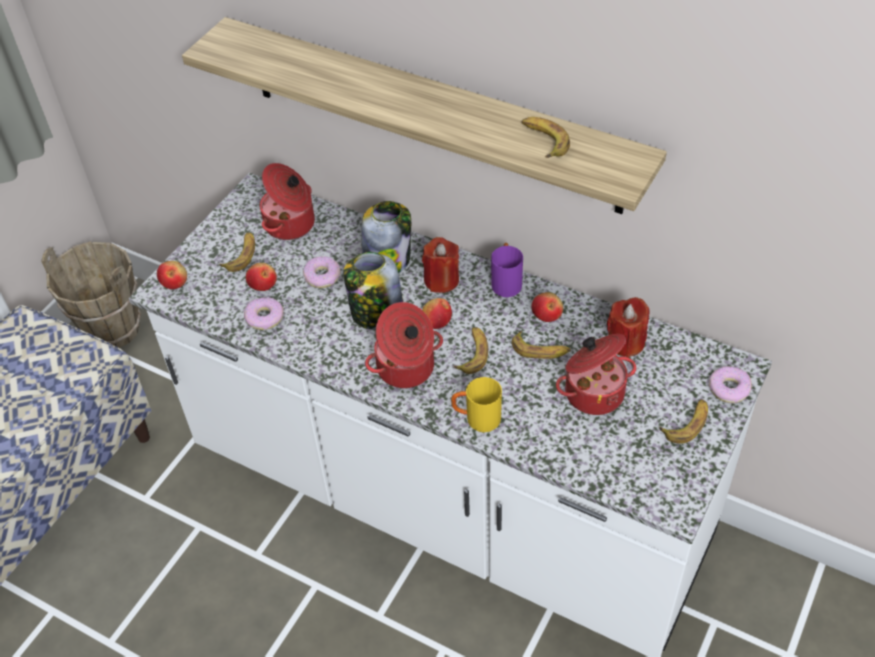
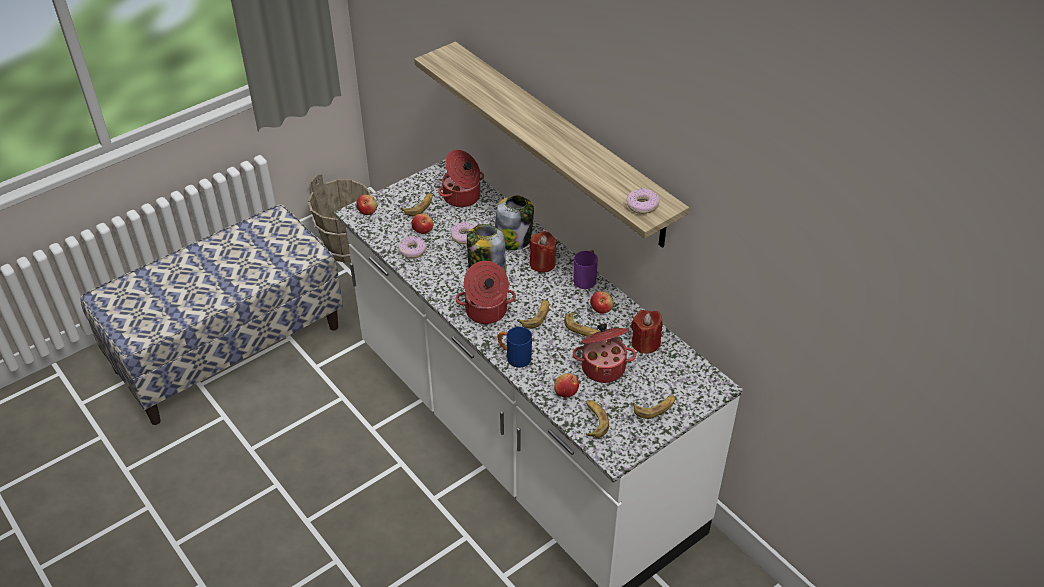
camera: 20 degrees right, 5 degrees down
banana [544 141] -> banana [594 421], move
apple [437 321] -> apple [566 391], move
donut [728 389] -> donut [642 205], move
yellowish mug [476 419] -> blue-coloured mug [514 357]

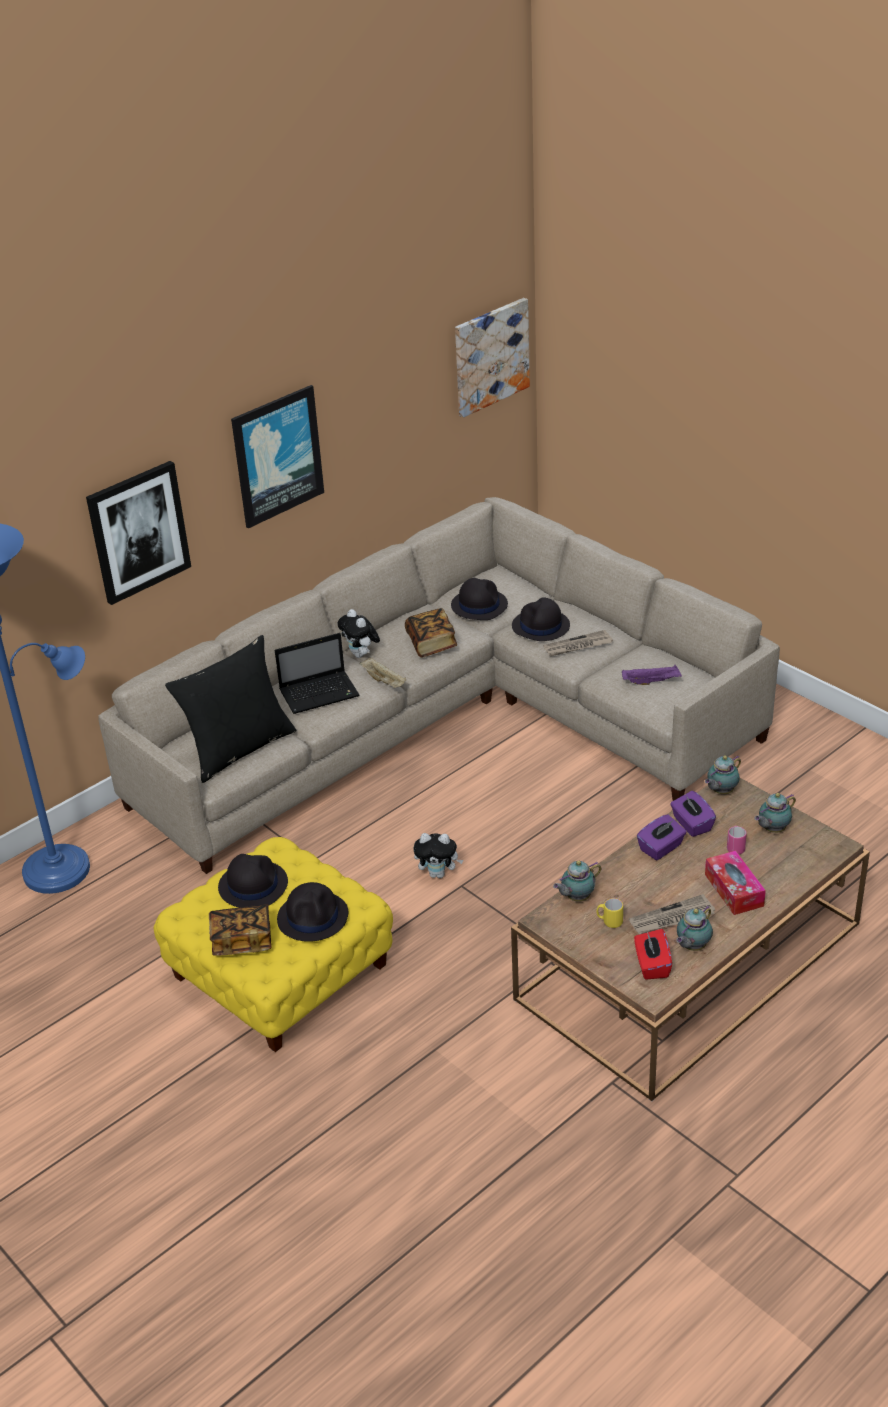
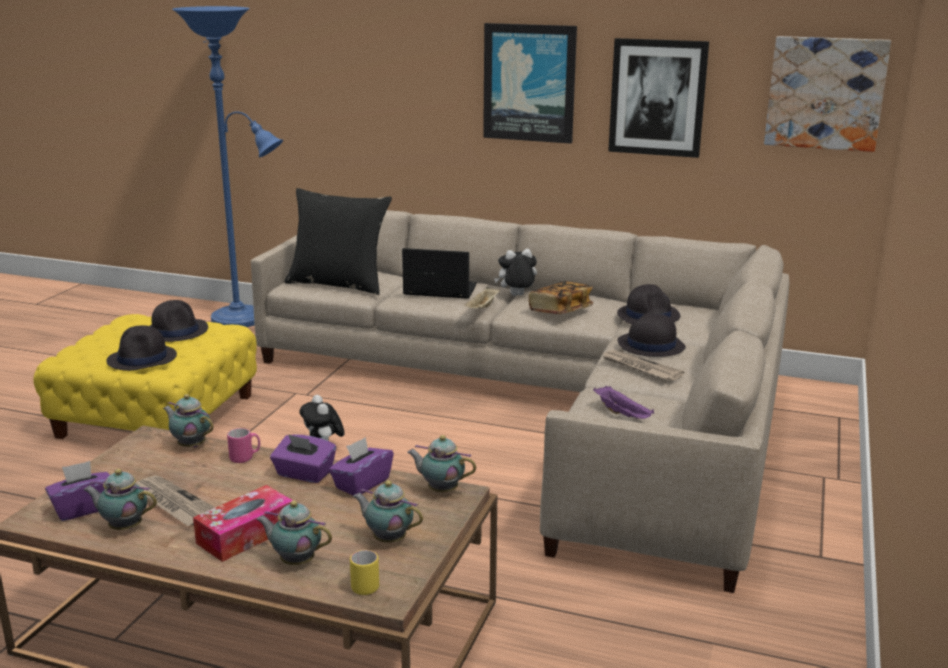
camera: 60 degrees right, 15 degrees down
wall picture [138 532] -> wall picture [657 97], move
soft toy [361 655] -> soft toy [516 296], 45 degrees clockwise
notebook computer [320 693] -> notebook computer [438 290], 150 degrees clockwise
pink mug [735 847] -> pink mug [245 458], move
yellowish mug [609 921] -> yellowish mug [364 585], move
volume [242 941] -> none
red tissue holder [652 965] -> purple-coloured tissue holder [83 508]
none -> tea pot [295 561]

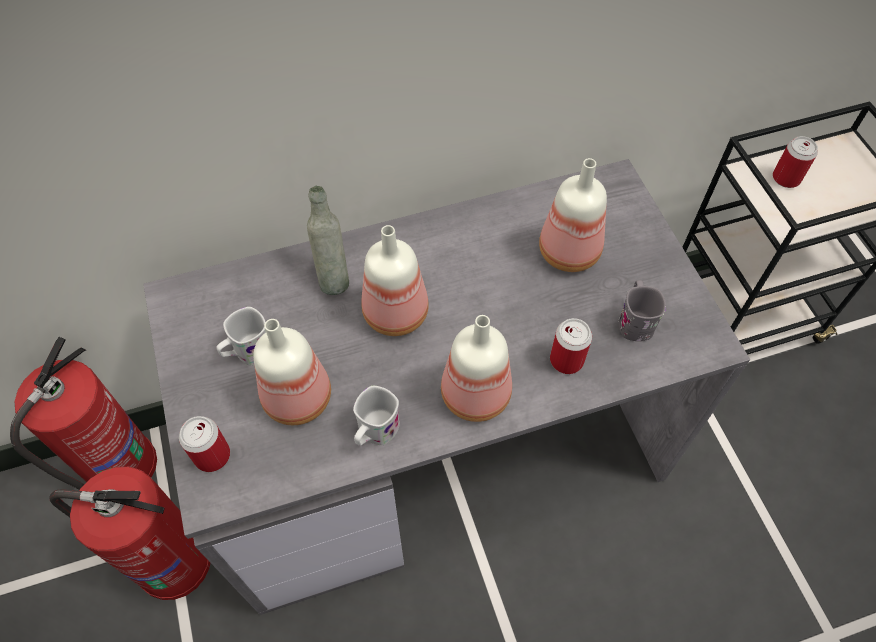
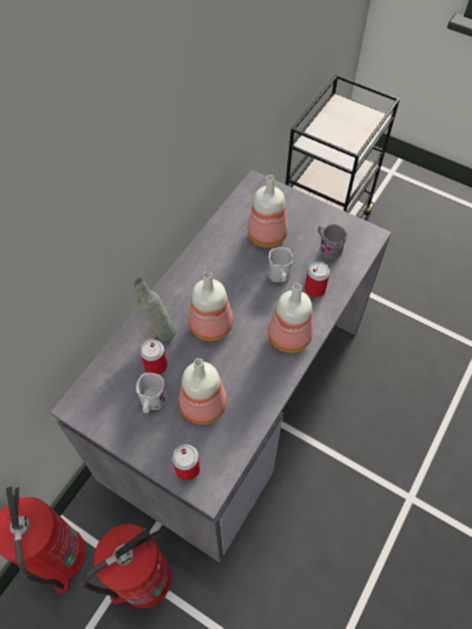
camera: 40 degrees left, 0 degrees up
can [786 178] -> can [156 365], move
white-coloured mug [375 432] -> white-coloured mug [279 277], move

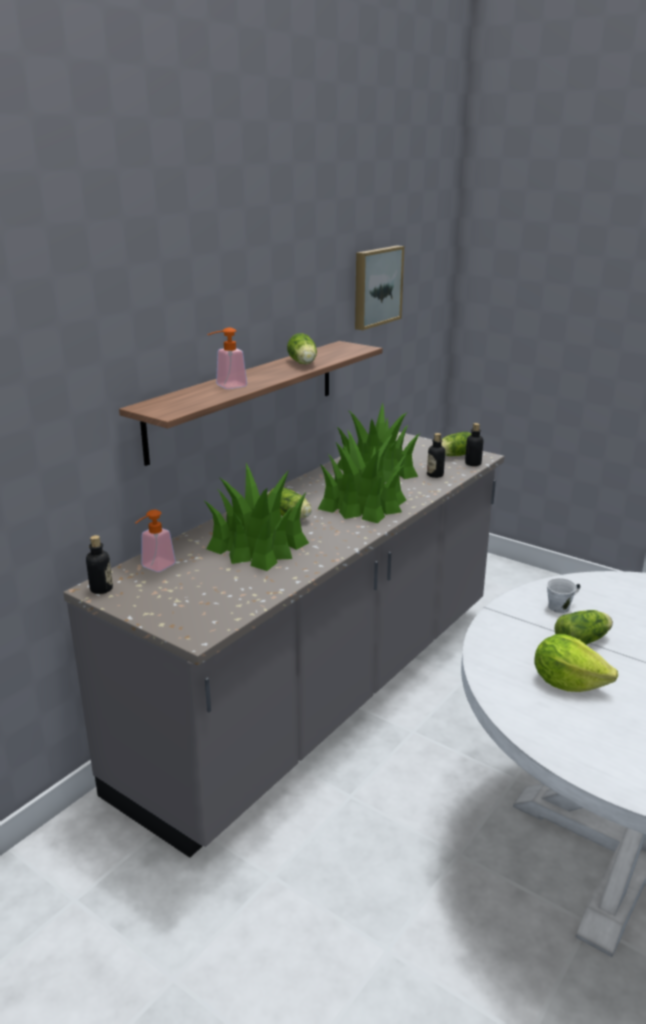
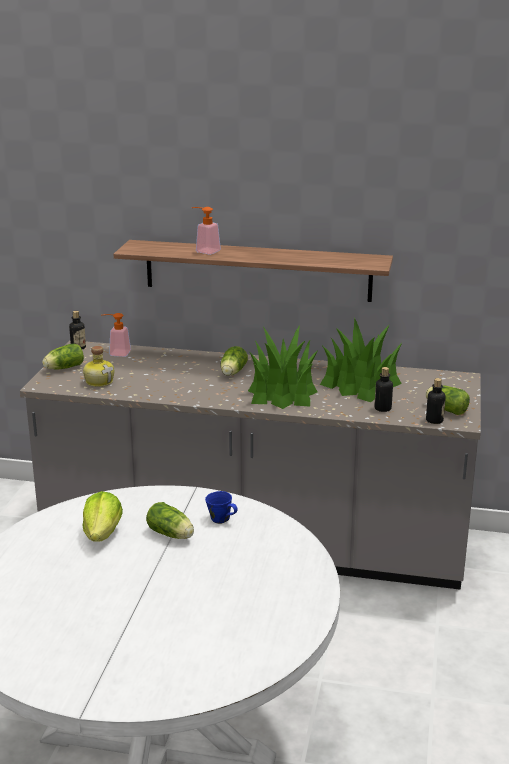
camera: 65 degrees right, 0 degrees up
wall picture [376 286] -> none
head of lettuce [303 363] -> head of lettuce [63 368], move
plant in a pot [257 546] -> none
white-coloured mug [560 607] -> blue-coloured mug [221 519]
none -> bottle [99 381]

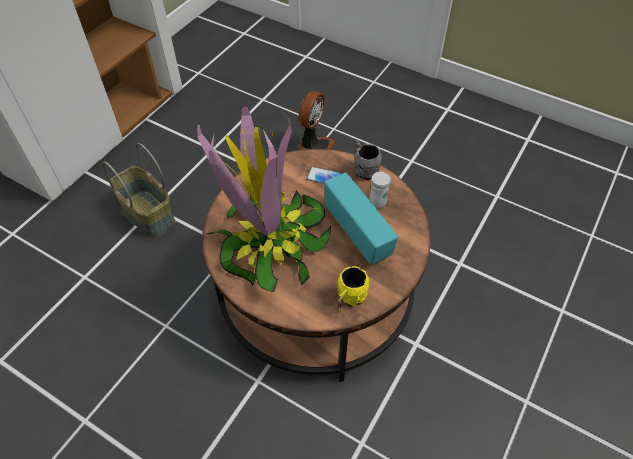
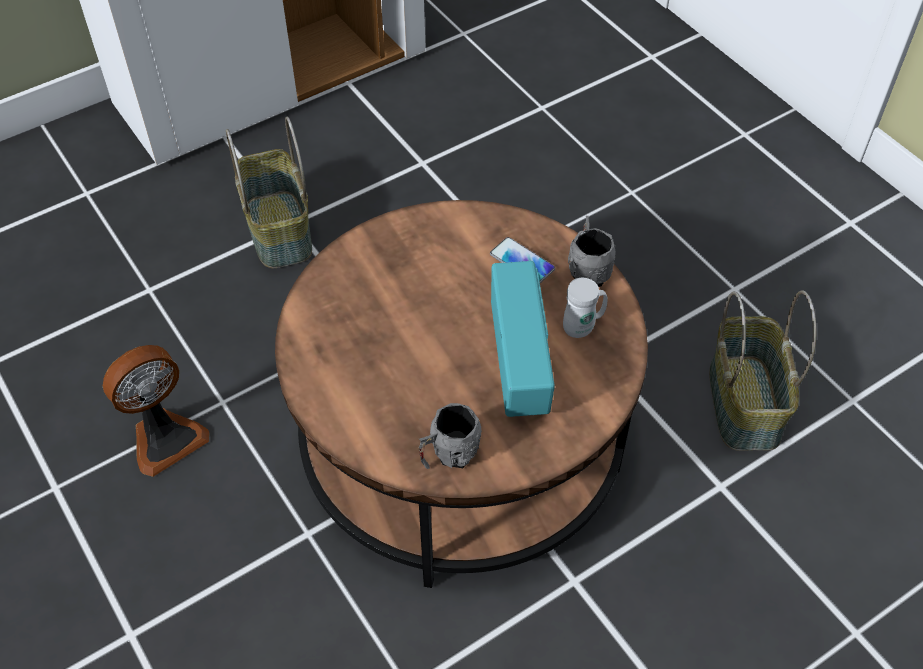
camera: 25 degrees right, 0 degrees up
electric fan [314 147] -> electric fan [165 438], move
plant in a pot [269 242] -> none
yellowish mug [349 299] -> grey mug [448 455]
none -> storage basket [745 404]

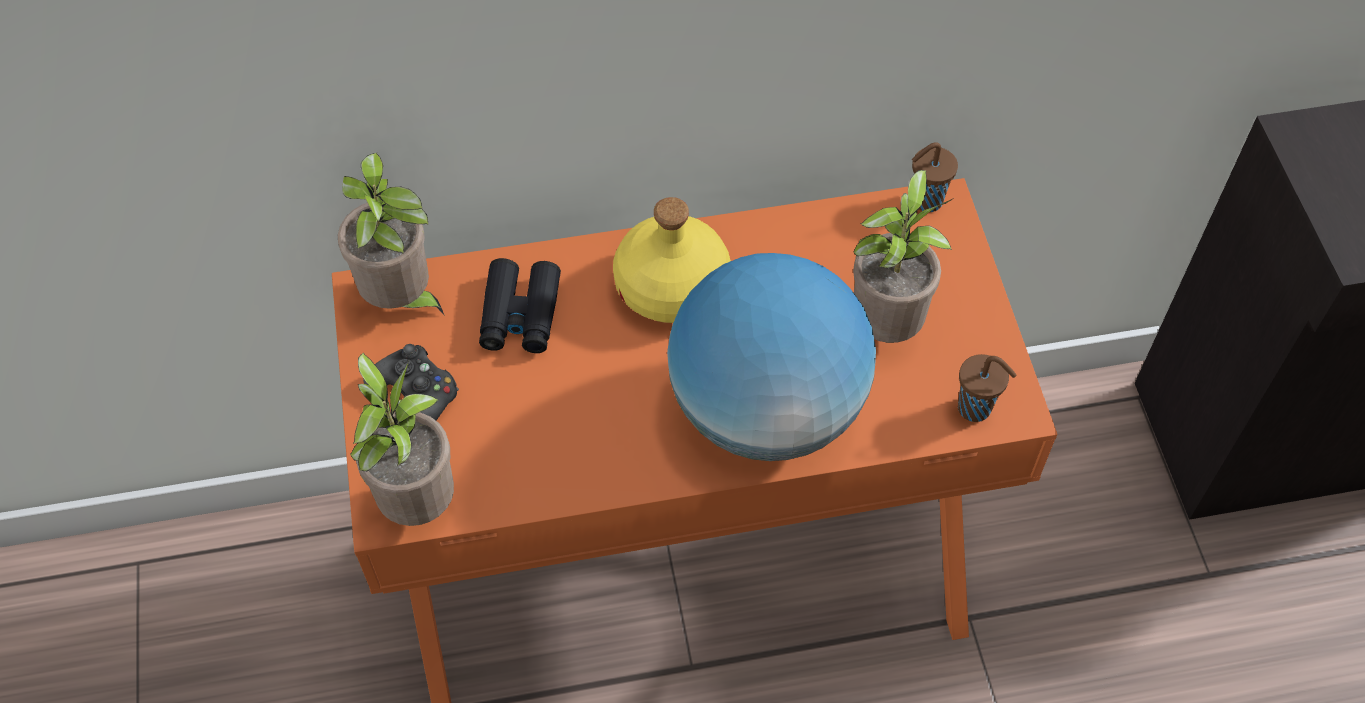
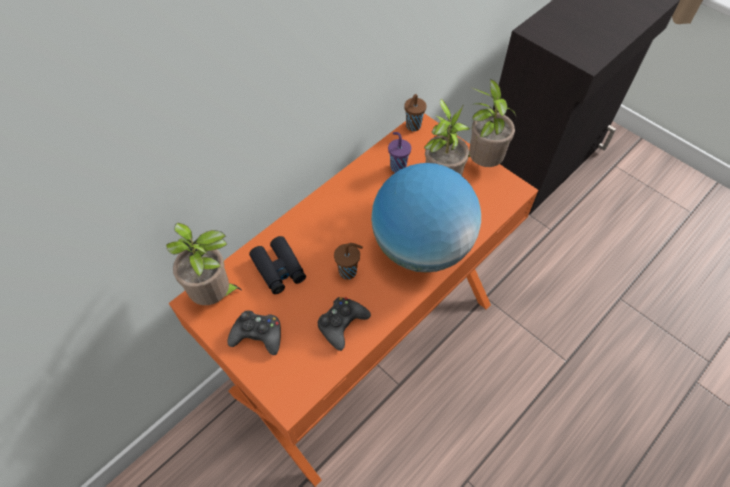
camera: 35 degrees left, 0 degrees up
yellowish bottle [670 287] -> none
plant in a pot [417 501] -> plant in a pot [481 162], move
brownish drinking cup [976 409] -> brownish drinking cup [349 272], move
none -> purple-coloured drinking cup [397 166]
none -> black-coloured gamepad [342 324]

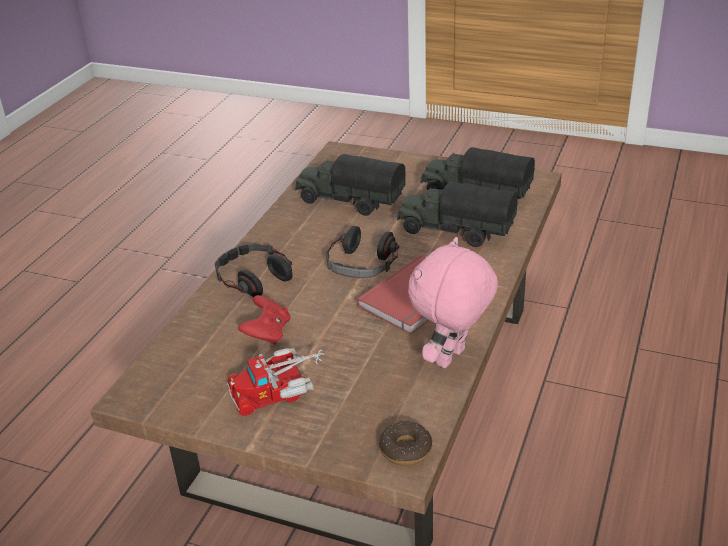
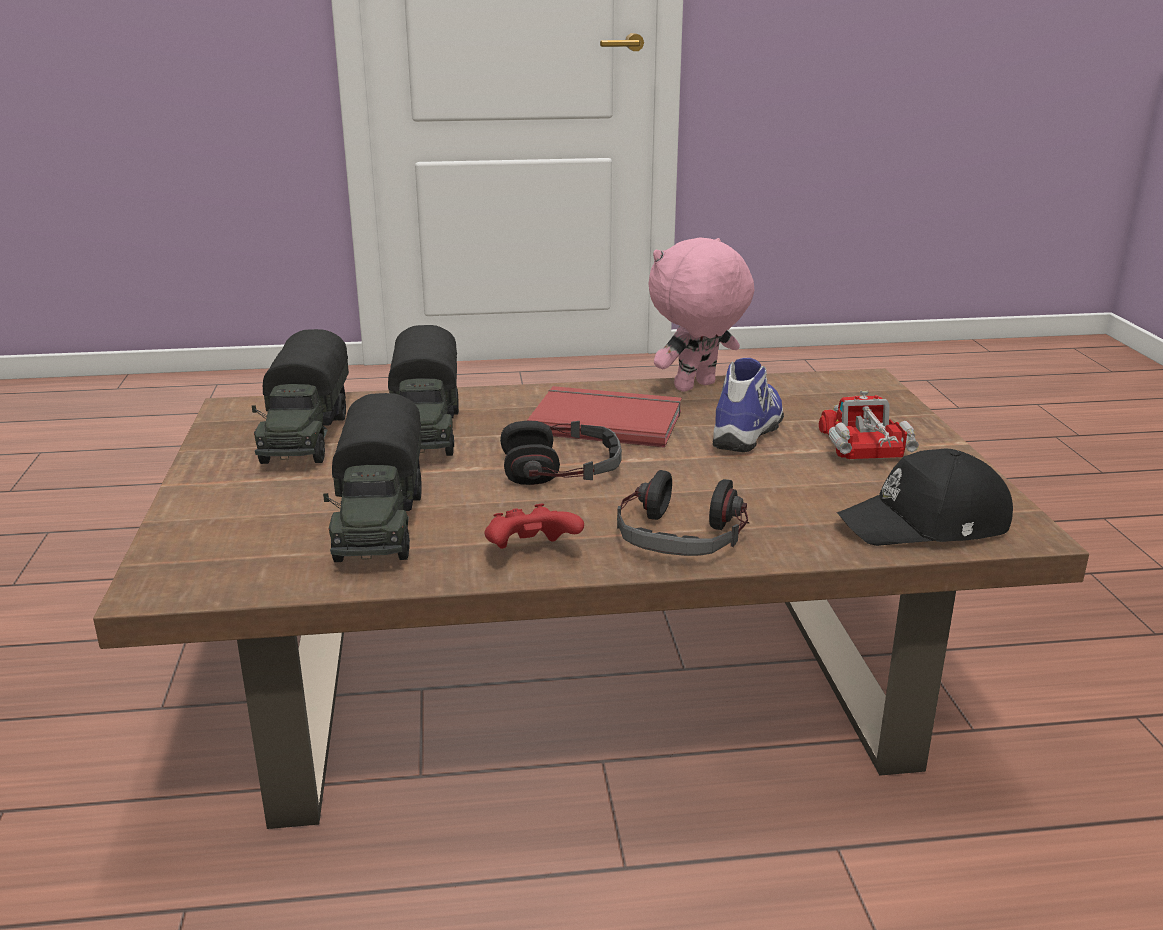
camera: 120 degrees left, 10 degrees down
pink soft toy [452 359] -> pink soft toy [696 387], 135 degrees clockwise
red gamepad [267 333] -> red gamepad [531 553], move
toy truck [279 389] -> toy truck [865 451], 135 degrees counterclockwise
donut [406 449] -> none
none -> shoe [749 431]
none -> black-coloured peaked cap [927 525]

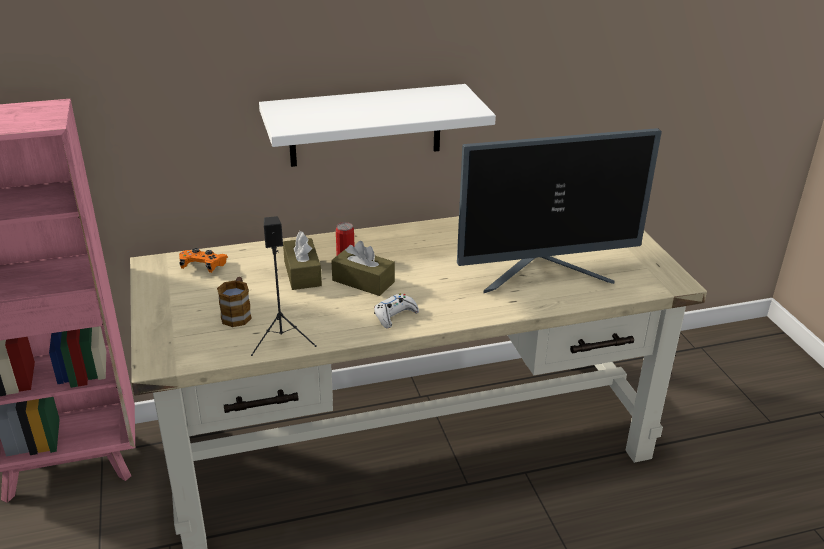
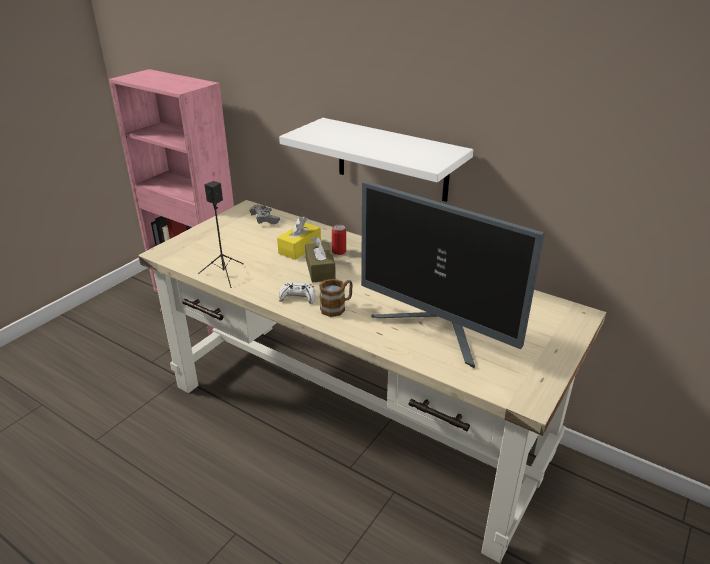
camera: 50 degrees right, 0 degrees up
brownish tissue holder [302 273] -> yellowish tissue holder [300 248]
orangey gamepad [203 266] -> grey gamepad [264 220]
mug [237 313] -> mug [337 307], move

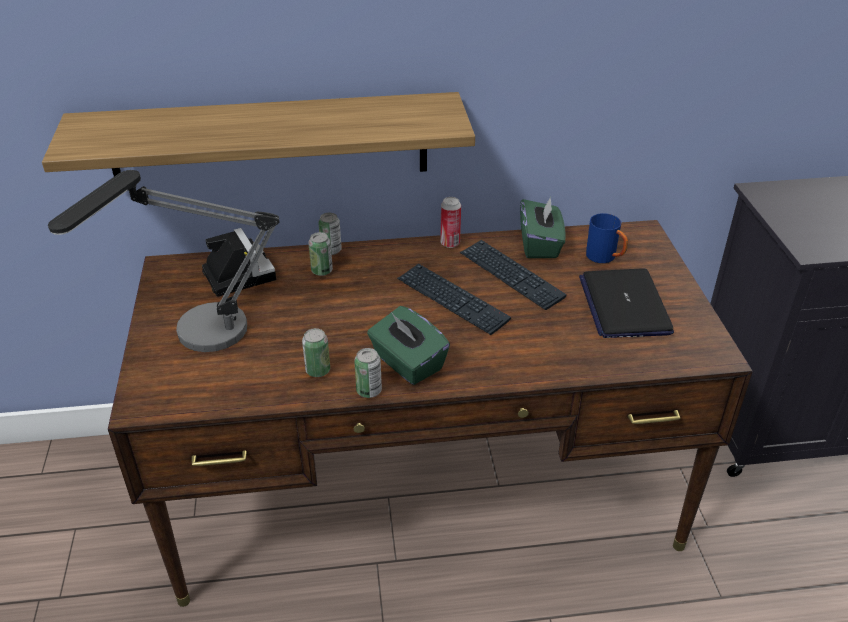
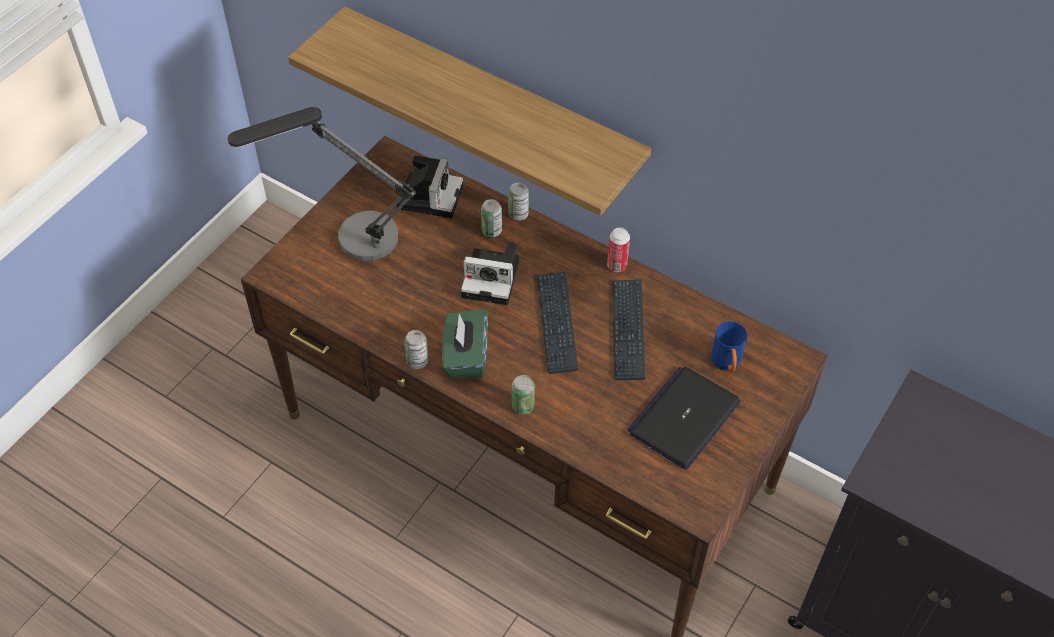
camera: 40 degrees right, 15 degrees up
greenish tissue holder [540 244] -> none
can [318 370] -> can [523 406], move
none -> photo camera [493 278]

